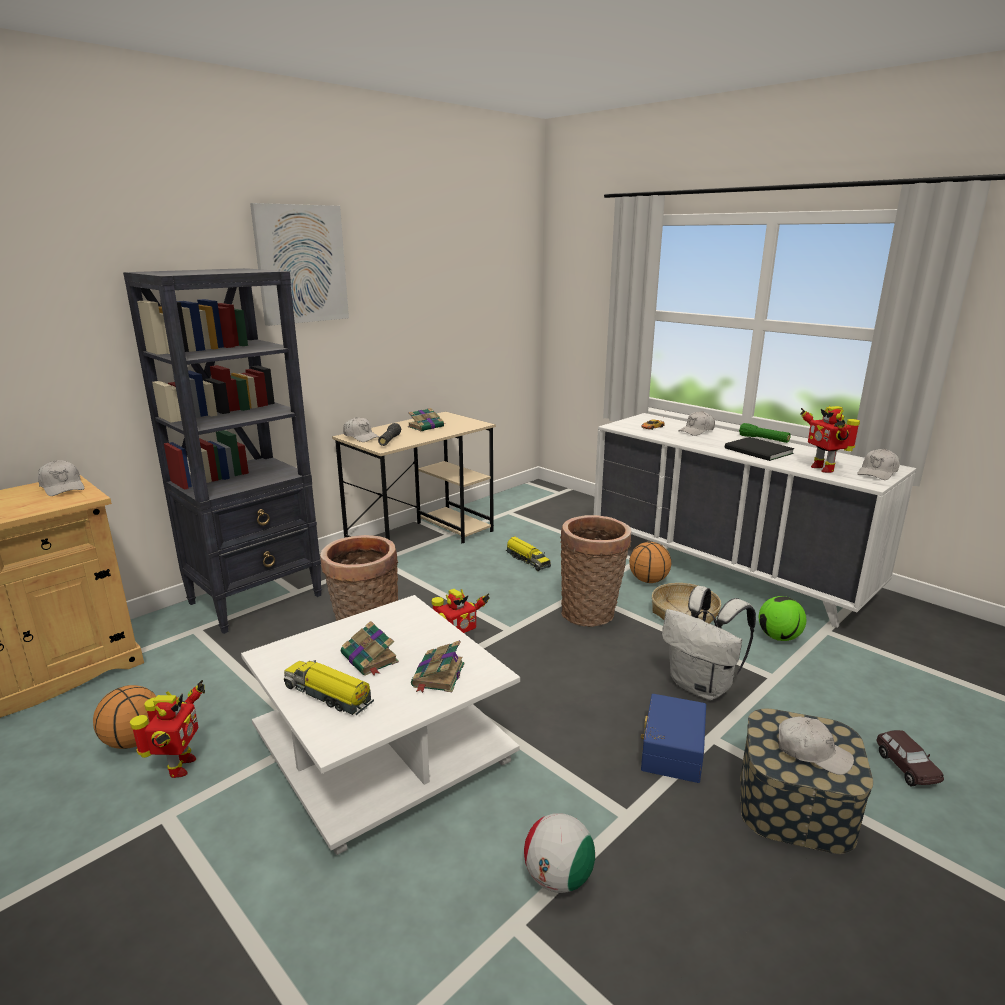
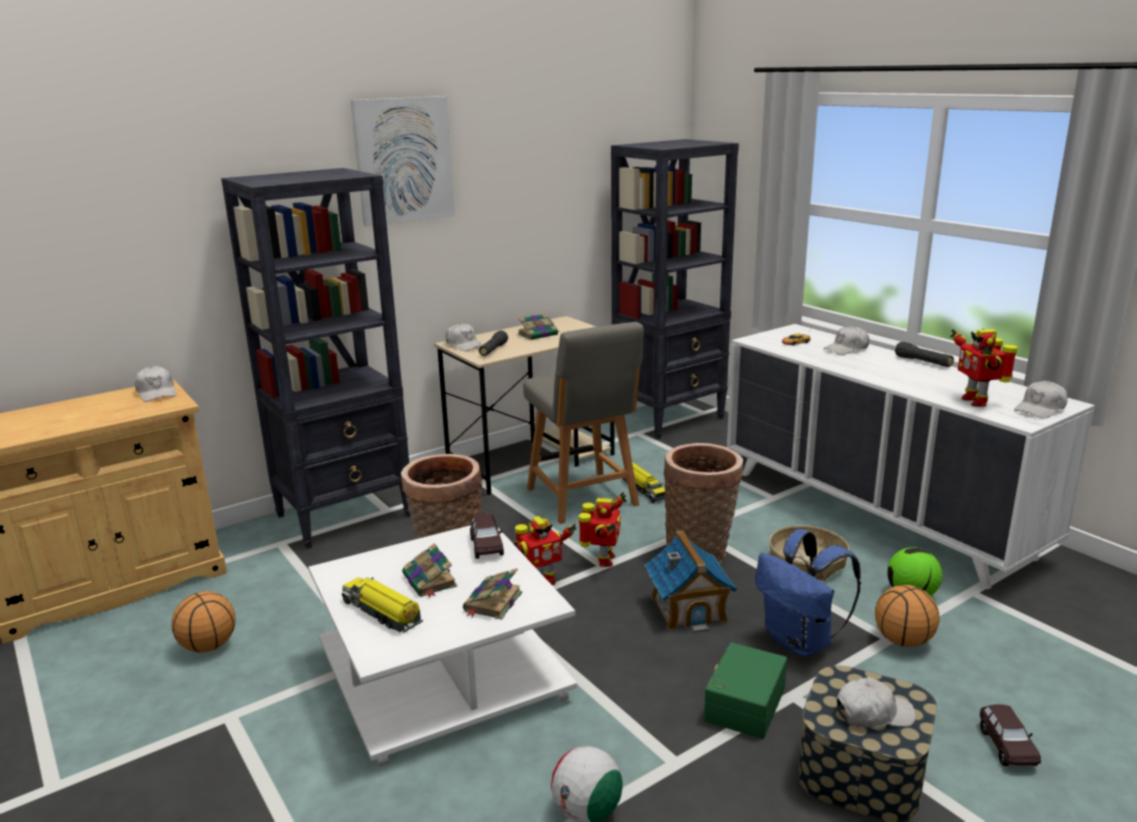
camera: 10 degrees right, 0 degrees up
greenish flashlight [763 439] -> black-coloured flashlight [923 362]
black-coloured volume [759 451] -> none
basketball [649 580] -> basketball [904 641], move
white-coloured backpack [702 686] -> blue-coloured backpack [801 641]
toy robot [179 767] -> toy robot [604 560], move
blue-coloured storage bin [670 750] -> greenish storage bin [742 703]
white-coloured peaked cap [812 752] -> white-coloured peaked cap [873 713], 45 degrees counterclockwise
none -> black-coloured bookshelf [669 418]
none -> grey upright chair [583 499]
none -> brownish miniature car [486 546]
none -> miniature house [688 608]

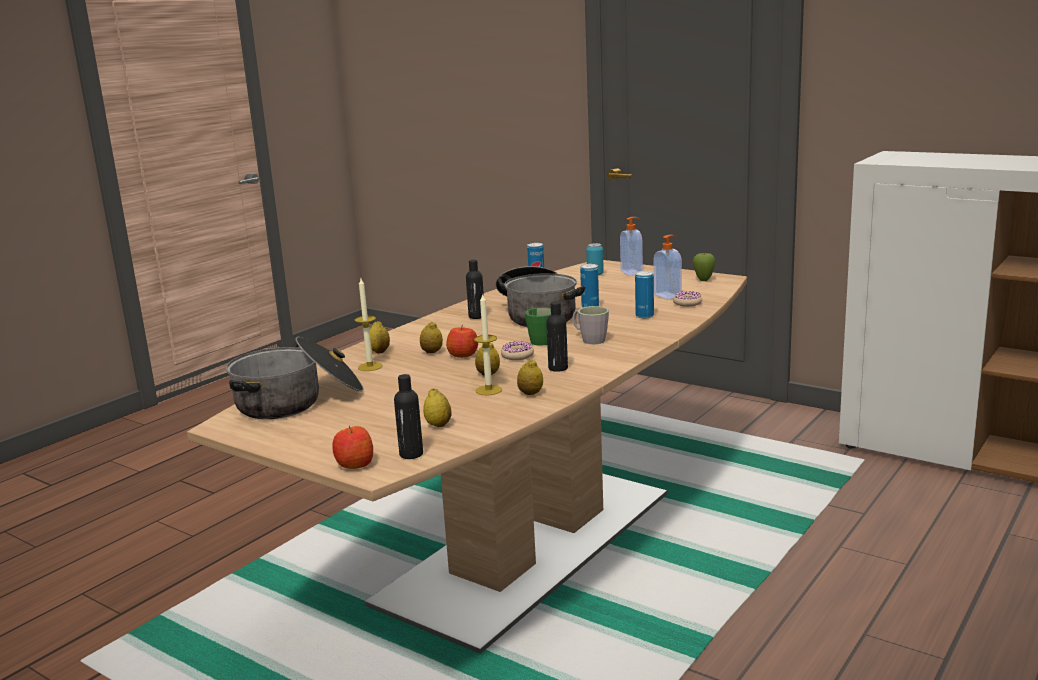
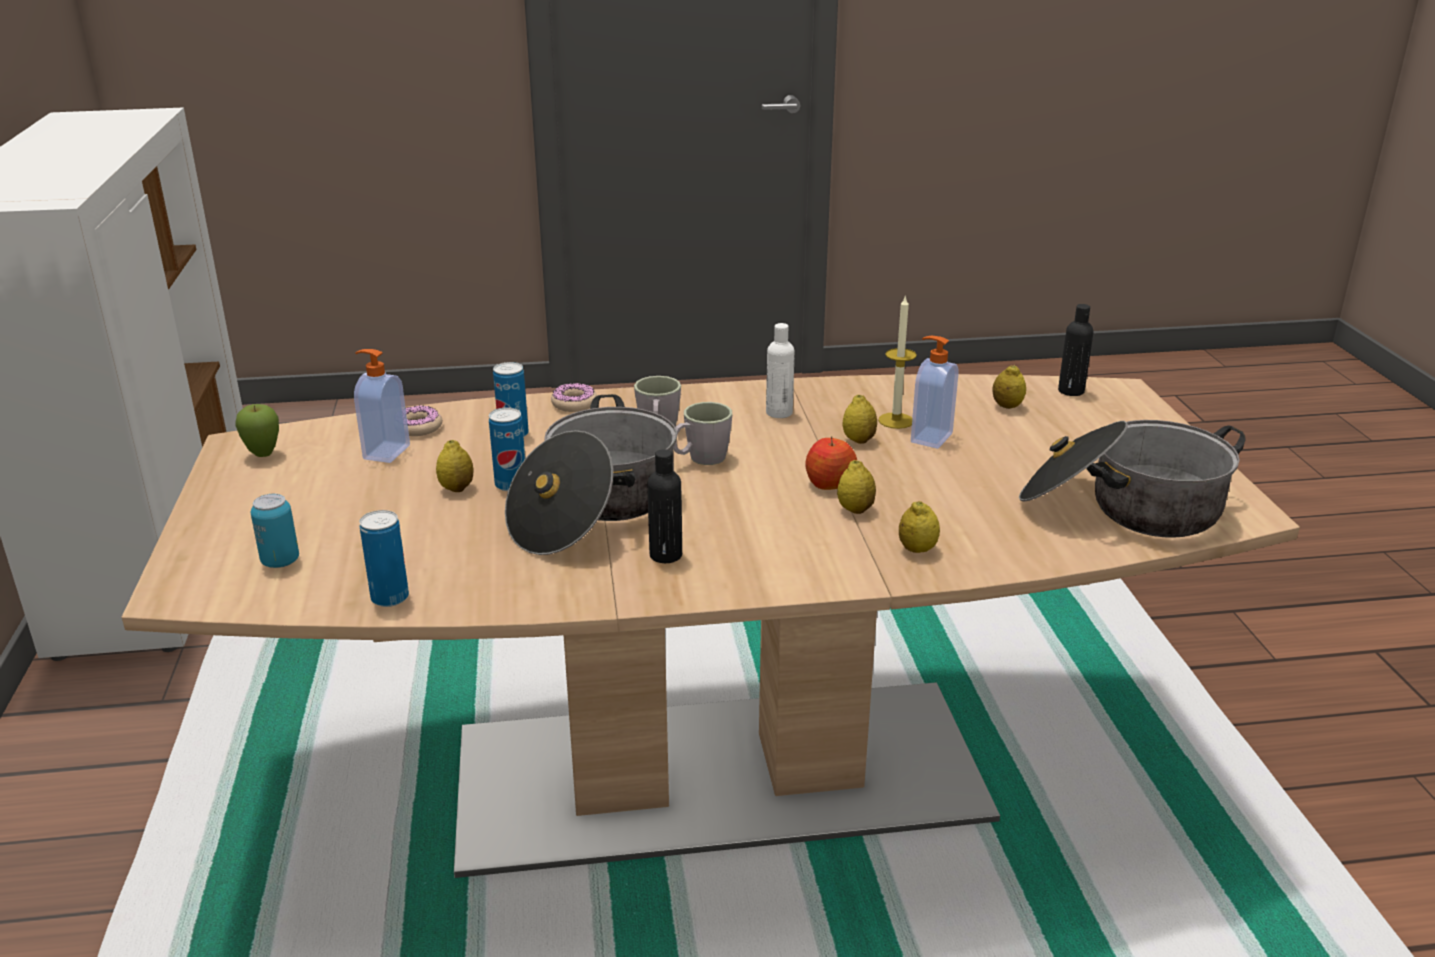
camera: 135 degrees left, 10 degrees up
liquid soap bottle [632 272] -> liquid soap bottle [930 438], move
wax candle [370 367] -> none
black-coloured bottle [558 368] -> white-coloured bottle [779 413]
greenish mug [542 340] -> grey mug [700 459]
donut [517 356] -> donut [574 404], move
lemon [530 393] -> lemon [456 488], move
apple [354 464] -> none

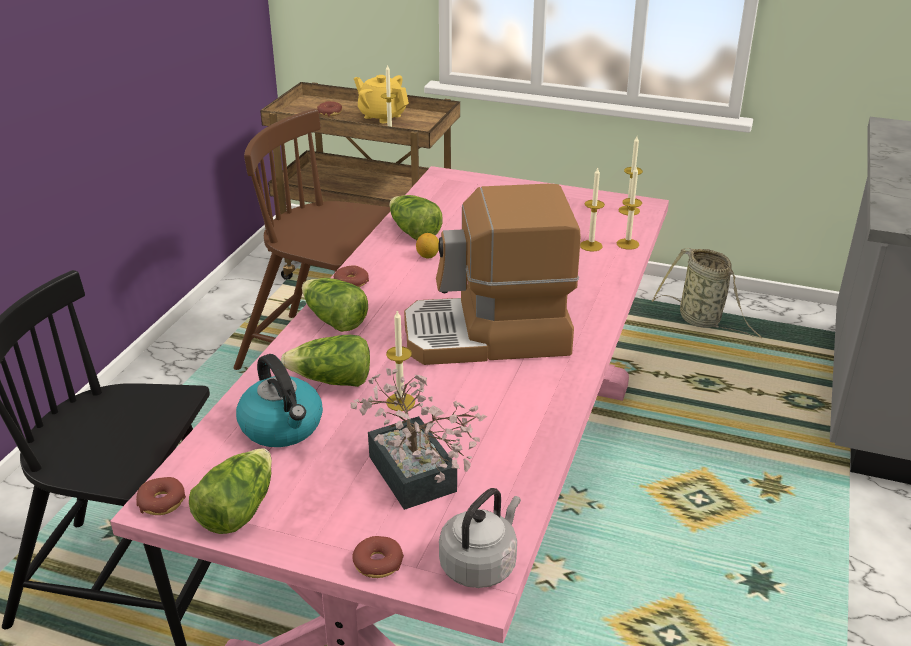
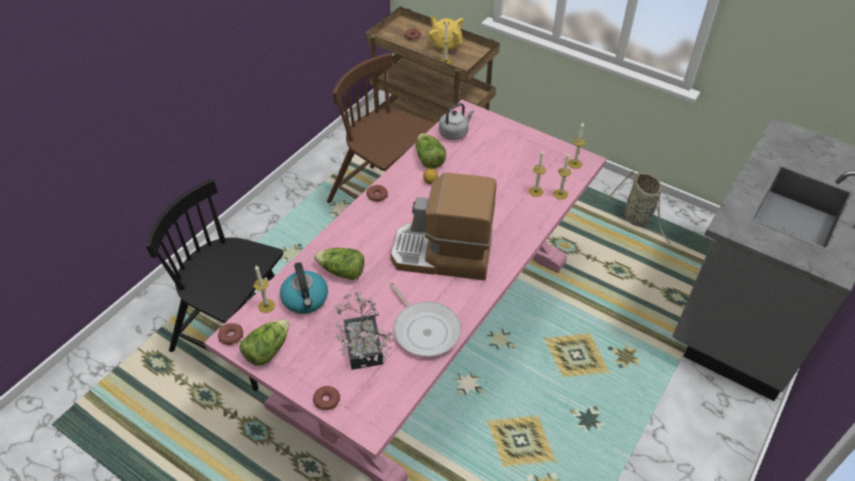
camera: 15 degrees right, 15 degrees up
head of lettuce [334 320] -> none
wax candle [400 402] -> wax candle [266 306], move
grey water kettle [480 564] -> grey water kettle [455 133], move
none -> pan [424 329]

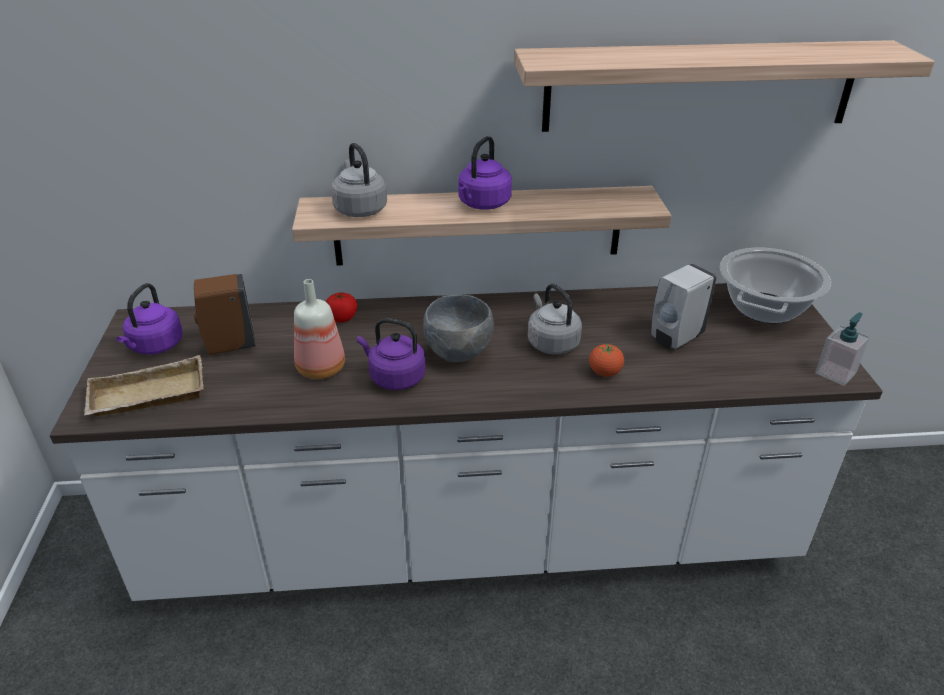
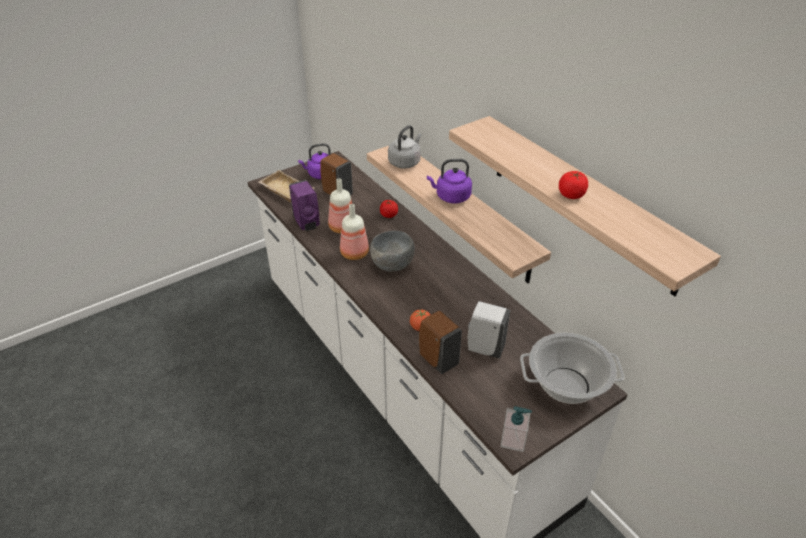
camera: 60 degrees right, 5 degrees up
grey water kettle [551 342] -> none
purple-coloured water kettle [394 378] -> bottle [354 253]
none -> tomato [571 195]
none -> purple-coloured liquid soap bottle [307 223]
none -> brownish liquid soap bottle [437 359]

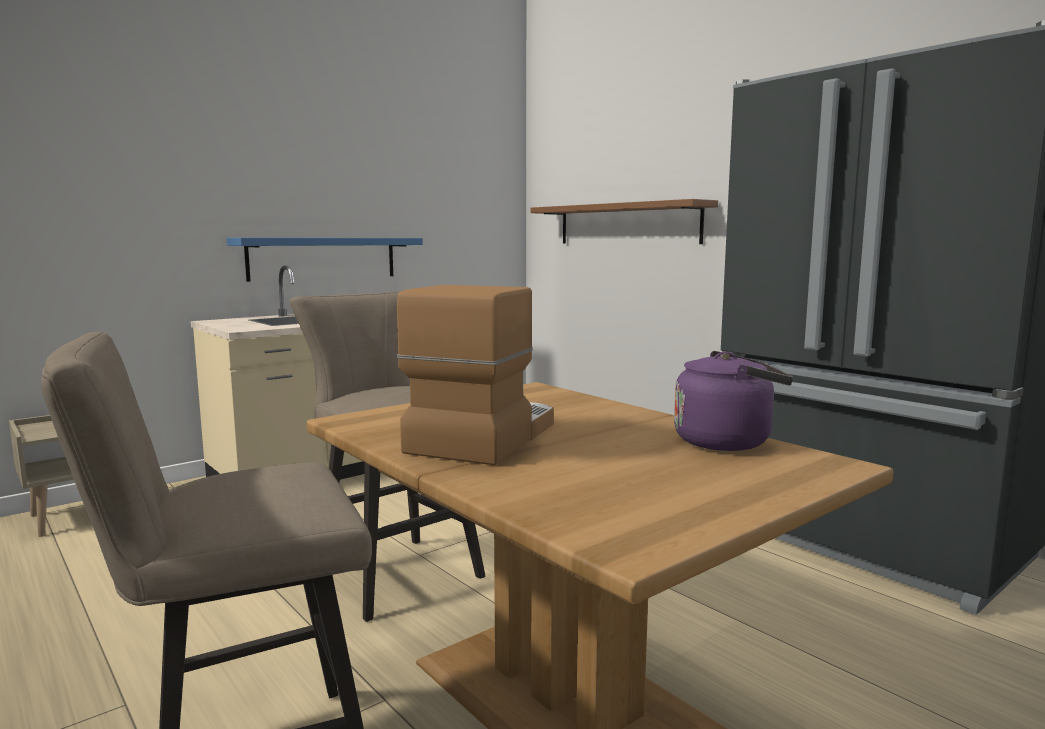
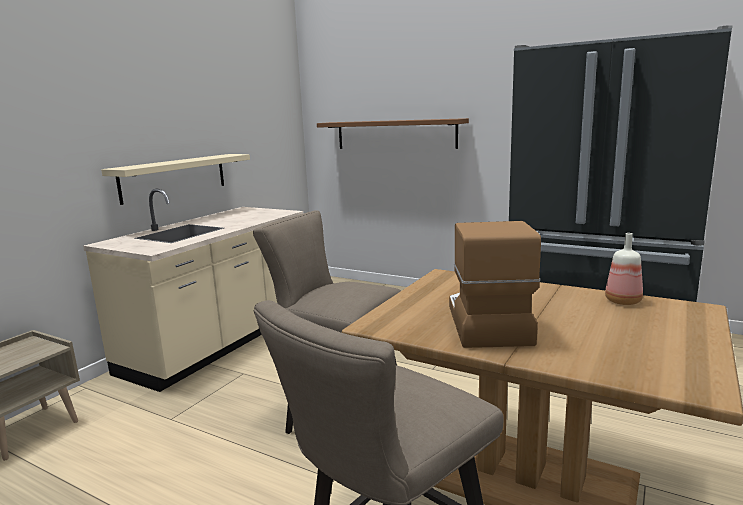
camera: 20 degrees left, 5 degrees up
blue-coloured shelf [323 258] -> sand-coloured shelf [174 177]
purple-coloured water kettle [727 442] -> bottle [624 301]

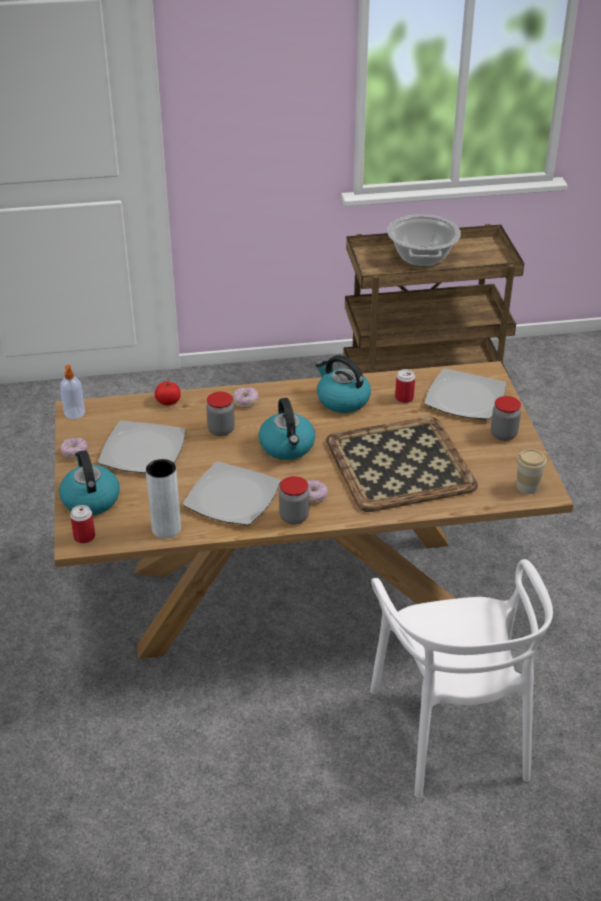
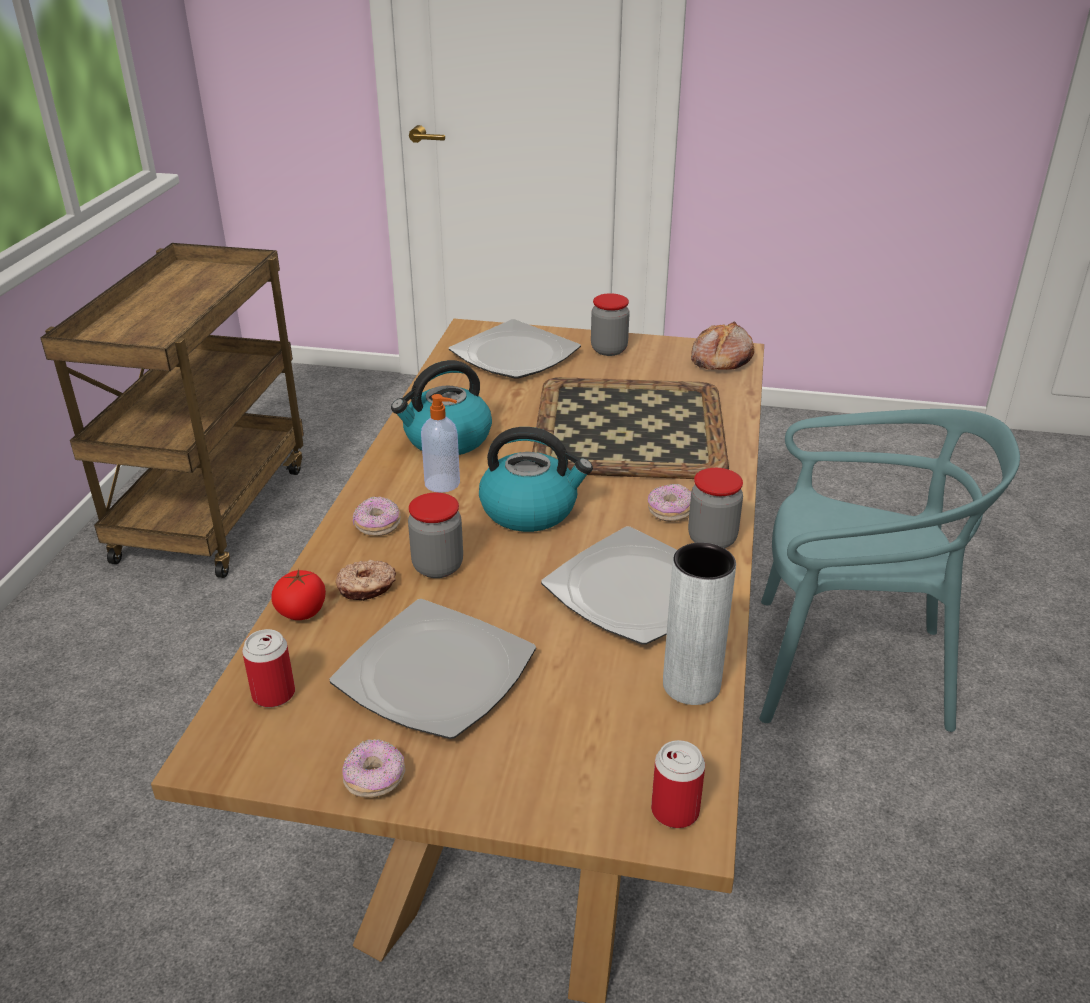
camera: 70 degrees left, 5 degrees down
stockpot [422 257] -> none
liquid soap bottle [74 413] -> liquid soap bottle [443 483], move
can [404 398] -> can [273 694], move
drinking cup [527 486] -> bread [720 359]
water kettle [90 499] -> none
white-coloured upright chair [453 730] -> blue-green upright chair [847 667]
none -> donut [366 587]

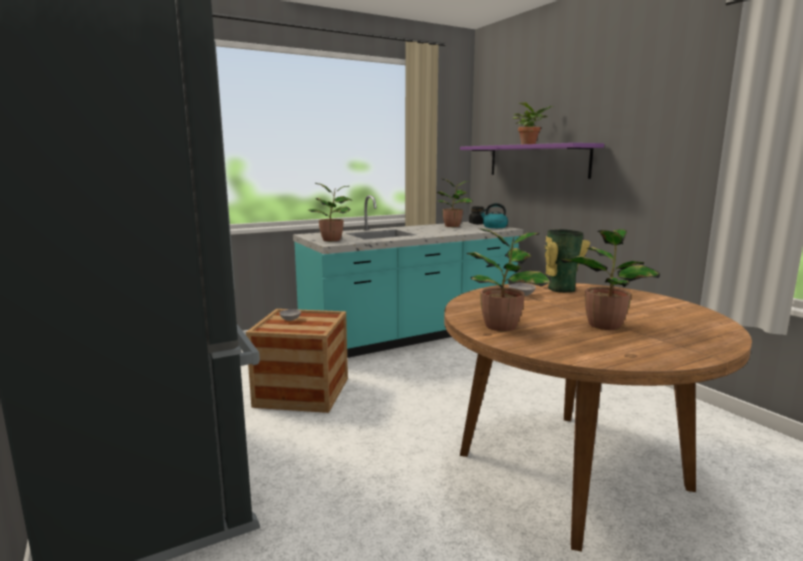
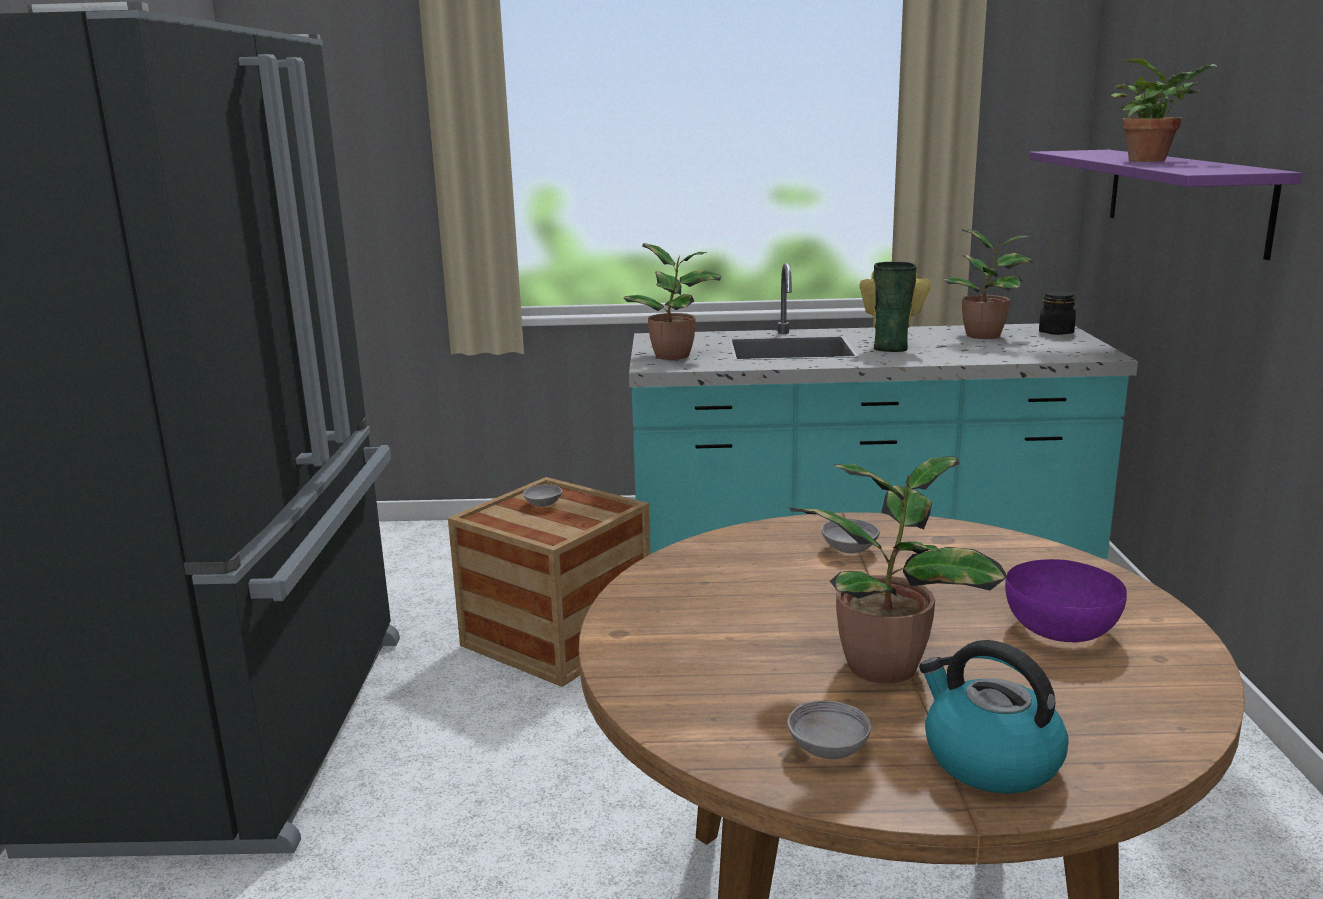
camera: 30 degrees right, 5 degrees up
water kettle [494 227] -> water kettle [989 760], move
plant in a pot [503 326] -> none
flower vase [559 288] -> flower vase [890 347], move
none -> purple-coloured bowl [1059 628]
none -> grey bowl [828 748]

